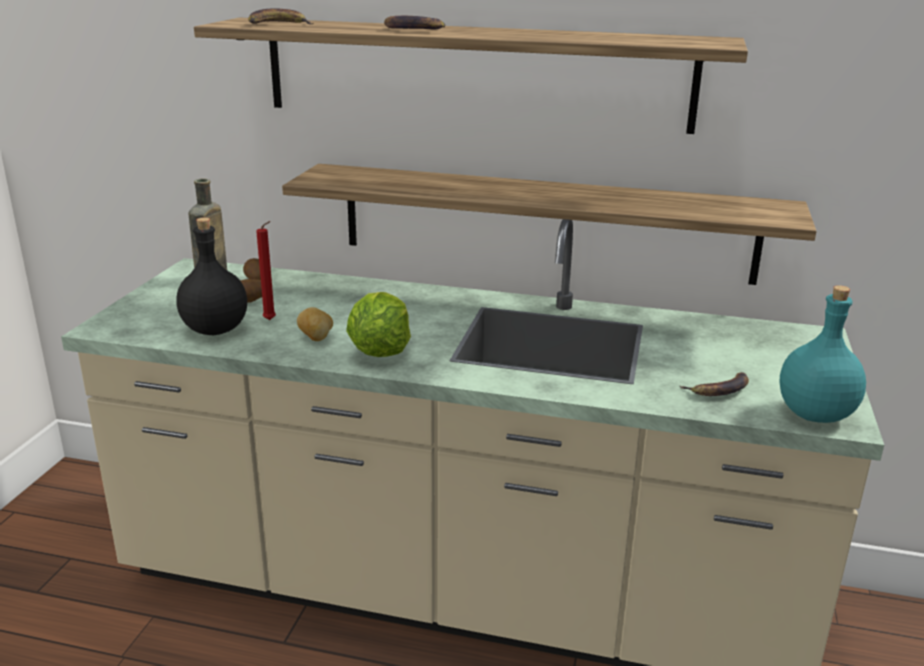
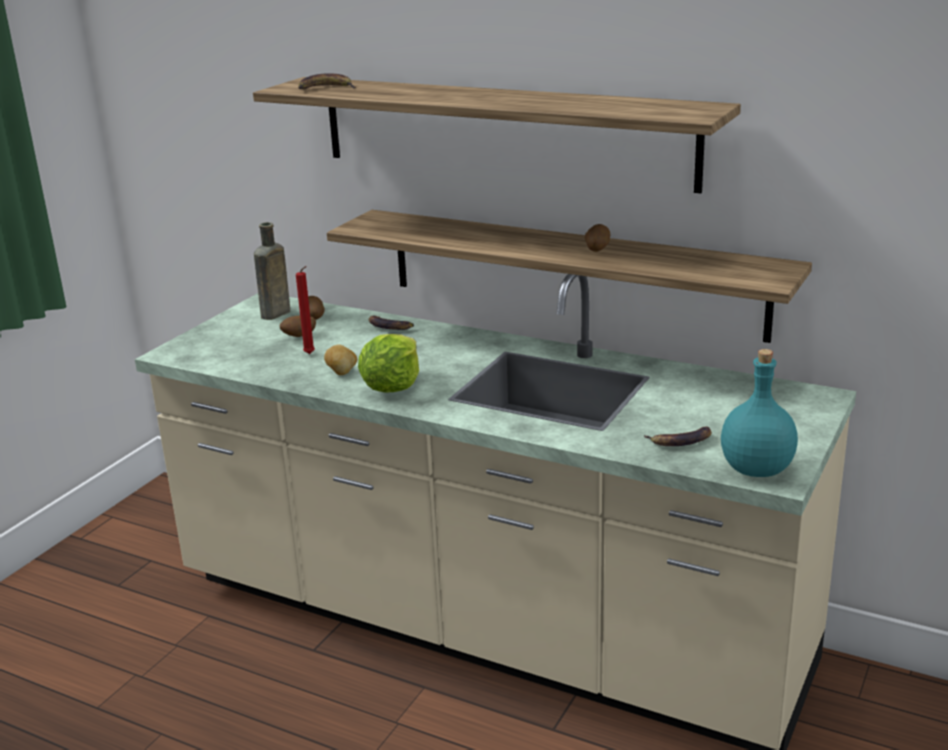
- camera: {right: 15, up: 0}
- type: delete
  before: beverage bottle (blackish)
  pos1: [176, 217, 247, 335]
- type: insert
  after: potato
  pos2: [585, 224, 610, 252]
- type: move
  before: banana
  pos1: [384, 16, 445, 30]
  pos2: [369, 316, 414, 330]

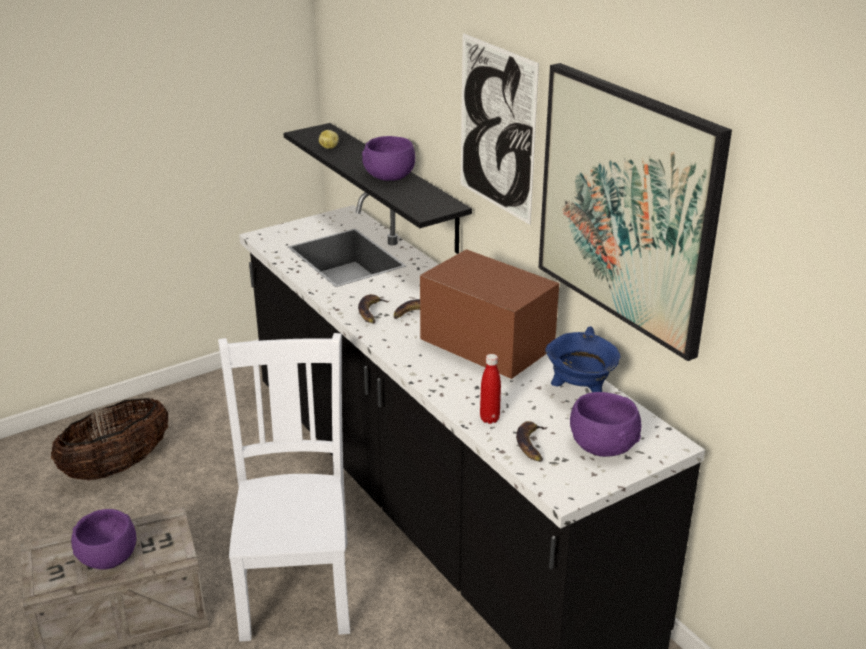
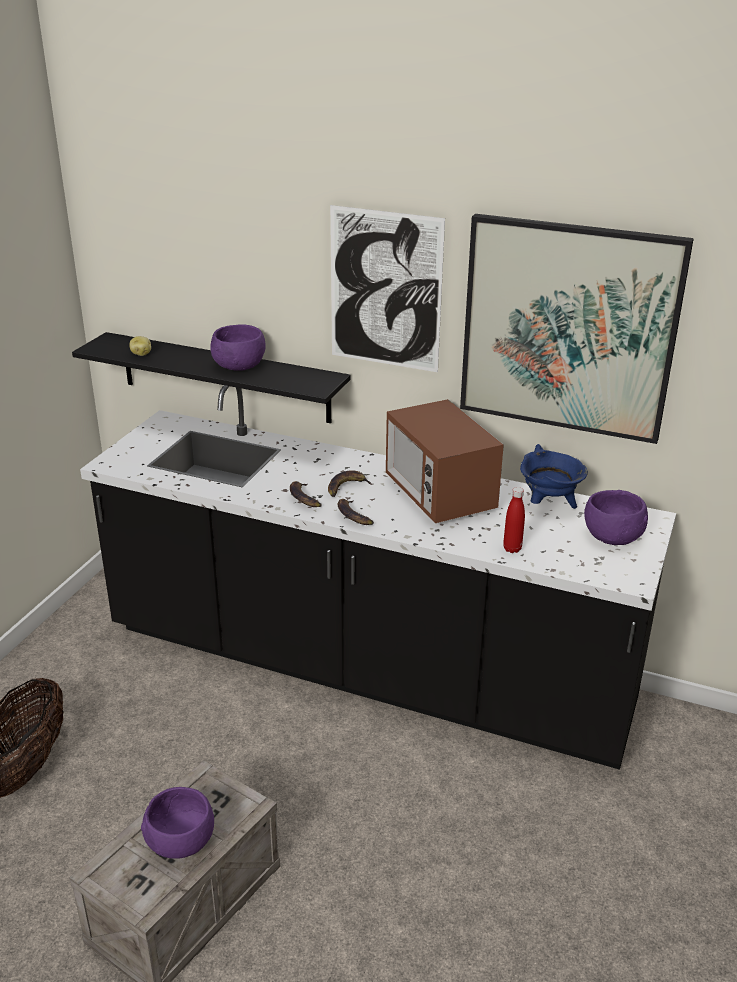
- camera: {right: -35, up: 0}
- type: delete
  before: chair (white)
  pos1: [218, 333, 350, 641]
- type: move
  before: banana
  pos1: [516, 421, 547, 462]
  pos2: [338, 499, 374, 525]
- type: rotate
  before: microwave oven
  pos1: [420, 249, 559, 379]
  pos2: [386, 399, 504, 523]
  turn: -120

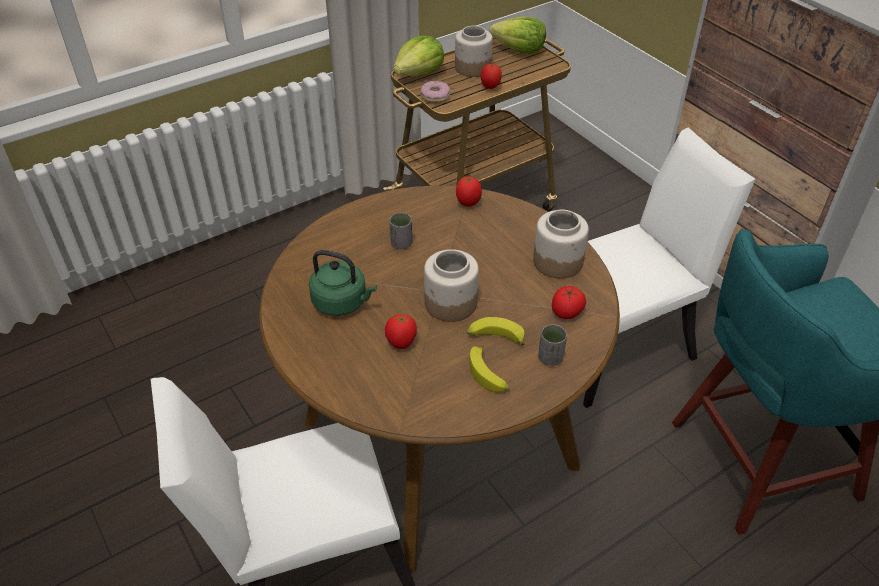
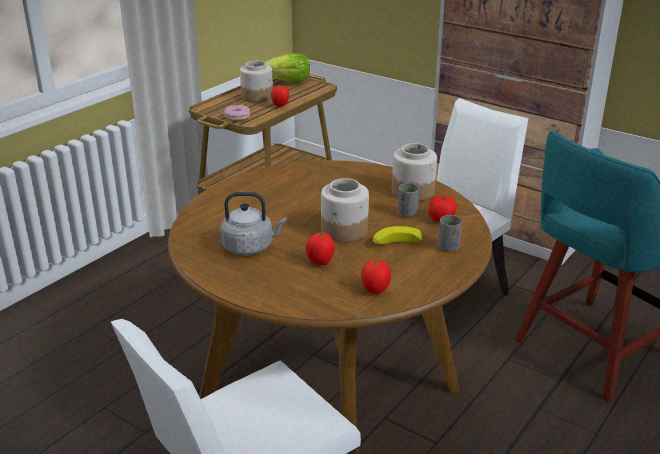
- camera: {right: -20, up: -15}
- type: delete
  before: head of lettuce
  pos1: [394, 36, 444, 76]
- type: delete
  before: banana
  pos1: [470, 346, 509, 392]
- type: move
  before: drinking cup (grey)
  pos1: [389, 213, 413, 249]
  pos2: [398, 183, 419, 217]
- type: move
  before: fresh tomato
  pos1: [456, 176, 482, 207]
  pos2: [361, 259, 391, 294]
- type: recolor
  before: kettle (green)
  after: kettle (grey)
  pos1: [309, 250, 377, 316]
  pos2: [220, 192, 287, 256]

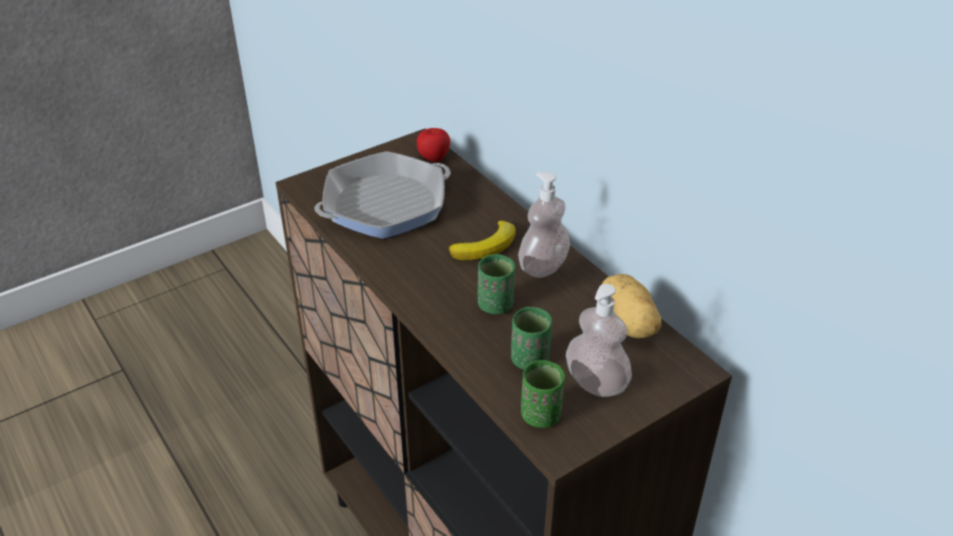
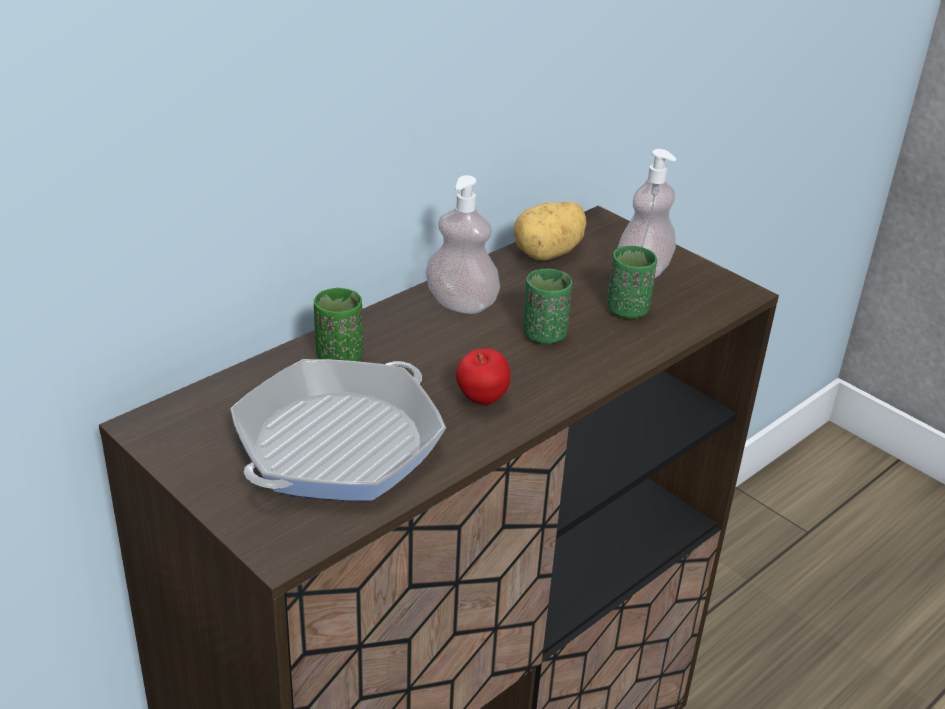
- camera: {right: -100, up: -5}
- type: delete
  before: banana
  pos1: [449, 221, 516, 260]
- type: move
  before: apple
  pos1: [417, 128, 450, 162]
  pos2: [456, 348, 511, 405]
- type: move
  before: drinking cup (green)
  pos1: [521, 360, 565, 428]
  pos2: [314, 288, 363, 361]
- type: rotate
  before: frying pan
  pos1: [314, 151, 451, 239]
  pos2: [230, 359, 446, 501]
  turn: 75

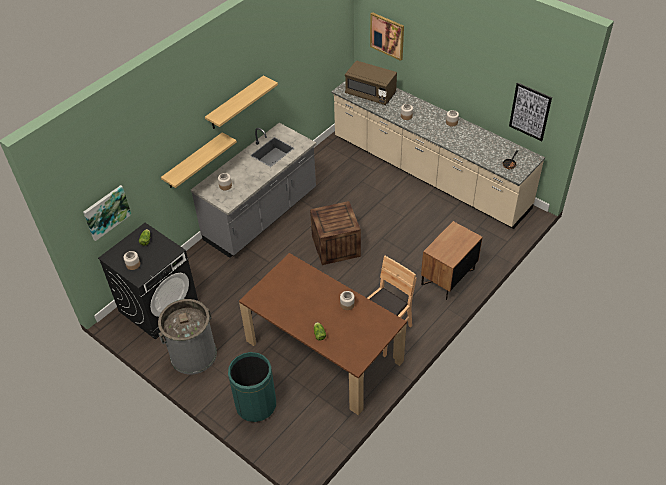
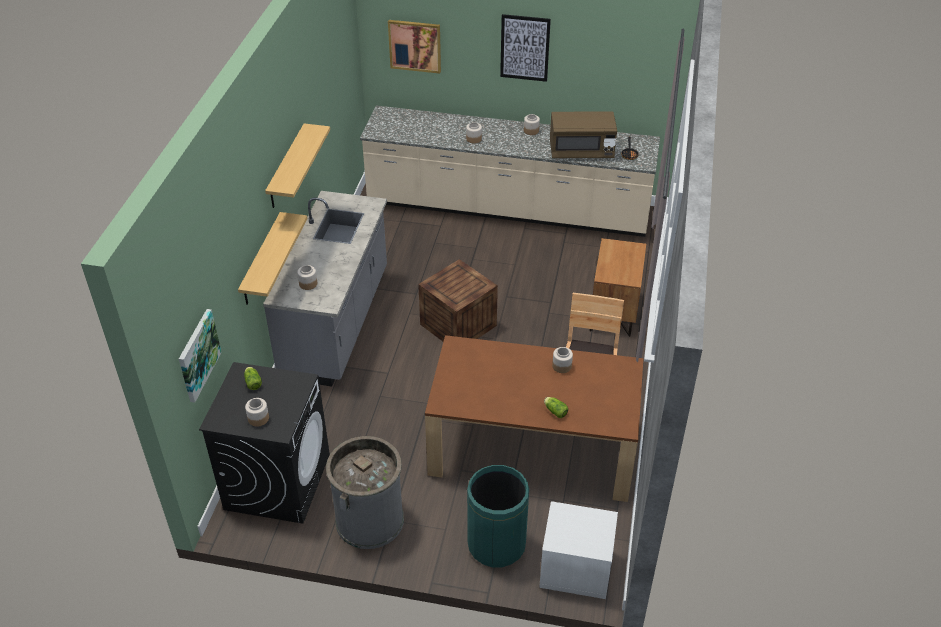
- camera: {right: -30, up: -5}
- type: insert
  after: nightstand (white)
  pos2: [539, 501, 618, 599]
- type: move
  before: microwave oven (brownish)
  pos1: [345, 61, 397, 105]
  pos2: [550, 111, 617, 158]
- type: move
  before: wall picture
  pos1: [509, 82, 552, 141]
  pos2: [500, 14, 551, 82]

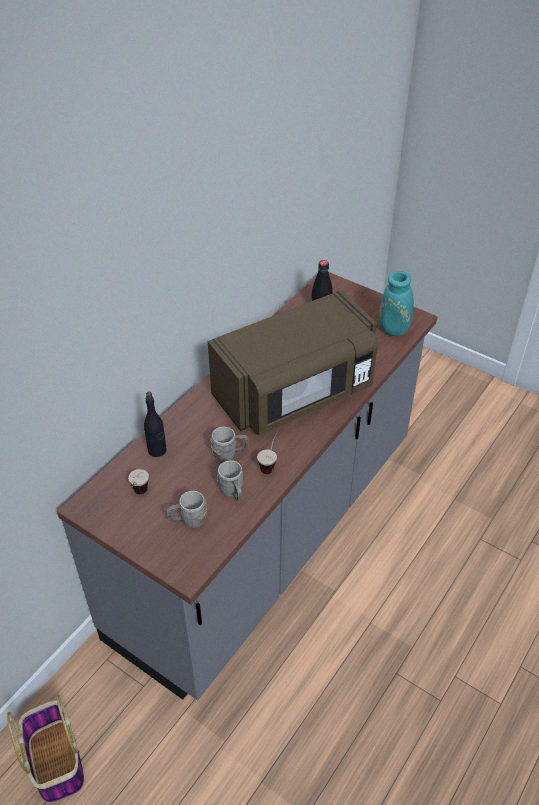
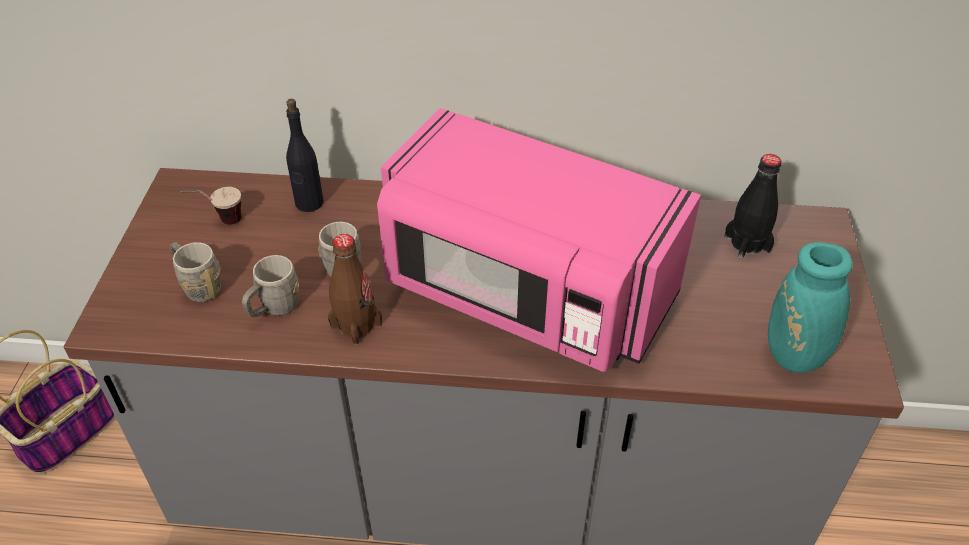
- camera: {right: 60, up: 0}
- type: replace
  before: drinking cup
  after: beverage bottle (brownish)
  pos1: [257, 430, 279, 474]
  pos2: [328, 234, 382, 345]
- type: recolor
  before: microwave oven (brownish)
  after: microwave oven (pinkish)
  pos1: [208, 290, 378, 435]
  pos2: [377, 108, 701, 372]

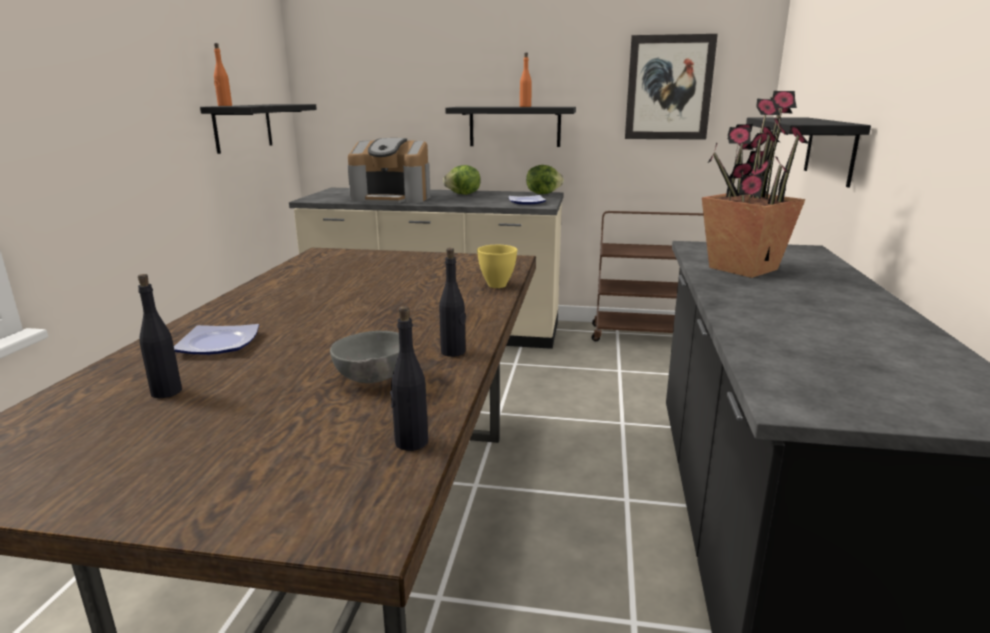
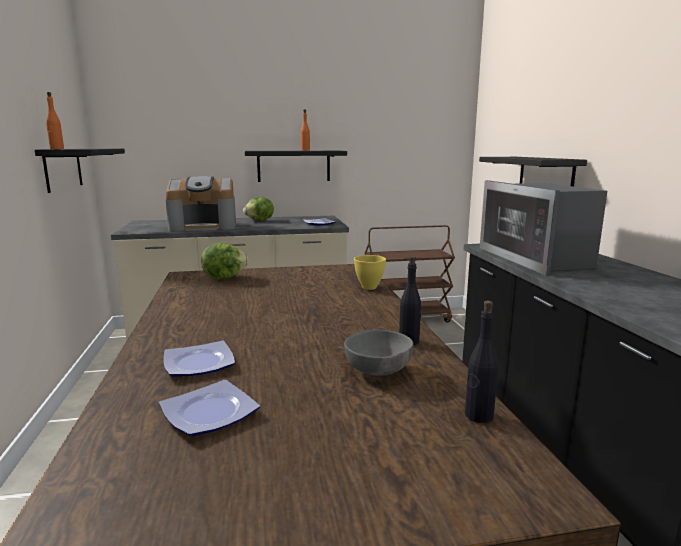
- camera: {right: -20, up: -5}
- type: delete
  before: wall picture
  pos1: [625, 34, 718, 140]
- type: move
  before: head of lettuce
  pos1: [526, 165, 564, 194]
  pos2: [201, 243, 249, 279]
- type: replace
  before: beverage bottle (blackish)
  after: flat dish
  pos1: [138, 274, 182, 398]
  pos2: [159, 380, 260, 436]
- type: replace
  before: plant in a pot
  after: microwave oven
  pos1: [702, 91, 809, 278]
  pos2: [480, 180, 607, 276]

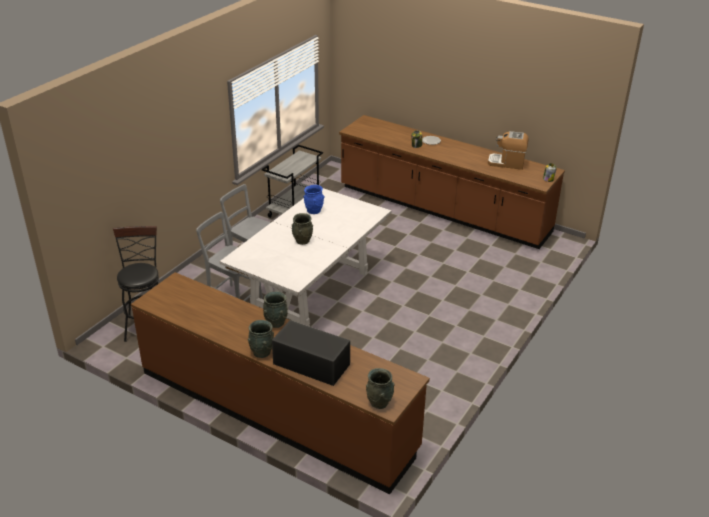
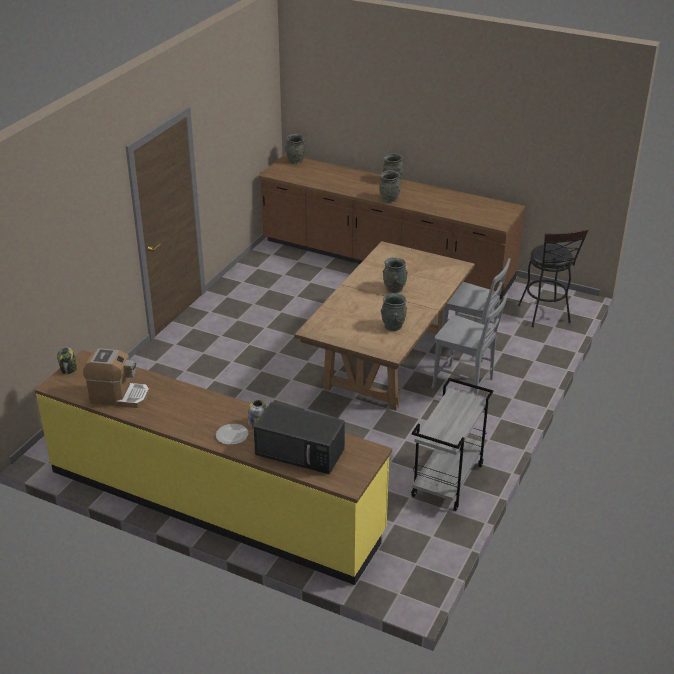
- camera: {right: 175, up: 0}
- type: move
  before: microwave oven (blackish)
  pos1: [272, 320, 350, 386]
  pos2: [254, 402, 345, 474]
- type: recolor
  before: dining table (white)
  after: dining table (brownish)
  pos1: [220, 188, 391, 327]
  pos2: [294, 241, 475, 410]
- type: recolor
  before: flower vase (blue)
  after: flower vase (grey)
  pos1: [304, 185, 325, 214]
  pos2: [381, 293, 407, 331]
- type: recolor
  before: counter (brownish)
  after: counter (yellowish)
  pos1: [339, 115, 565, 249]
  pos2: [35, 350, 392, 585]

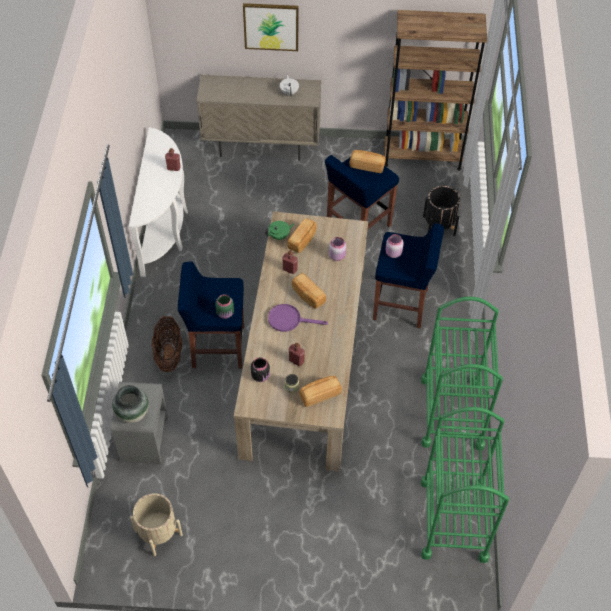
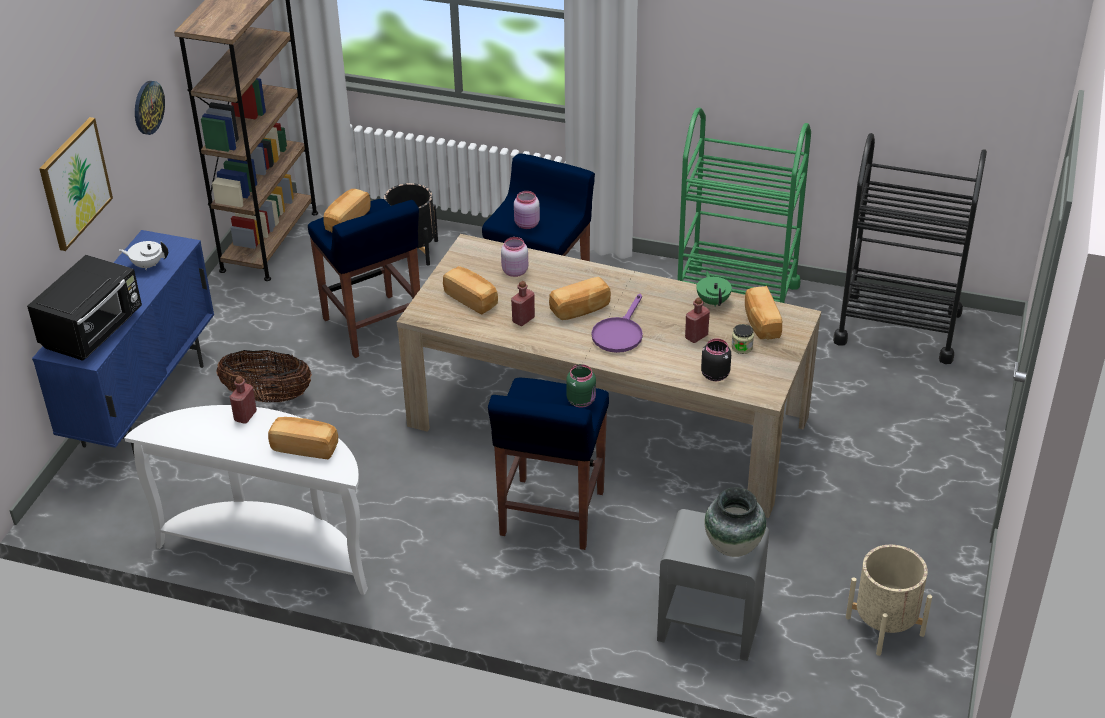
- camera: {right: -75, up: -15}
- type: insert
  after: microwave oven (blackish)
  pos2: [27, 255, 142, 361]
- type: insert
  after: hanging clock
  pos2: [135, 81, 165, 135]
- type: insert
  after: bread
  pos2: [268, 417, 338, 459]
- type: move
  before: household basket
  pos1: [152, 316, 182, 372]
  pos2: [216, 350, 312, 402]
- type: move
  before: tea pot (green)
  pos1: [265, 221, 294, 240]
  pos2: [696, 271, 732, 307]
- type: recolor
  before: cupboard (beige-coloured)
  after: cupboard (blue)
  pos1: [197, 75, 321, 161]
  pos2: [32, 230, 214, 454]
- type: recolor
  before: cart (green)
  after: cart (blackish)
  pos1: [420, 407, 509, 563]
  pos2: [833, 133, 987, 364]

